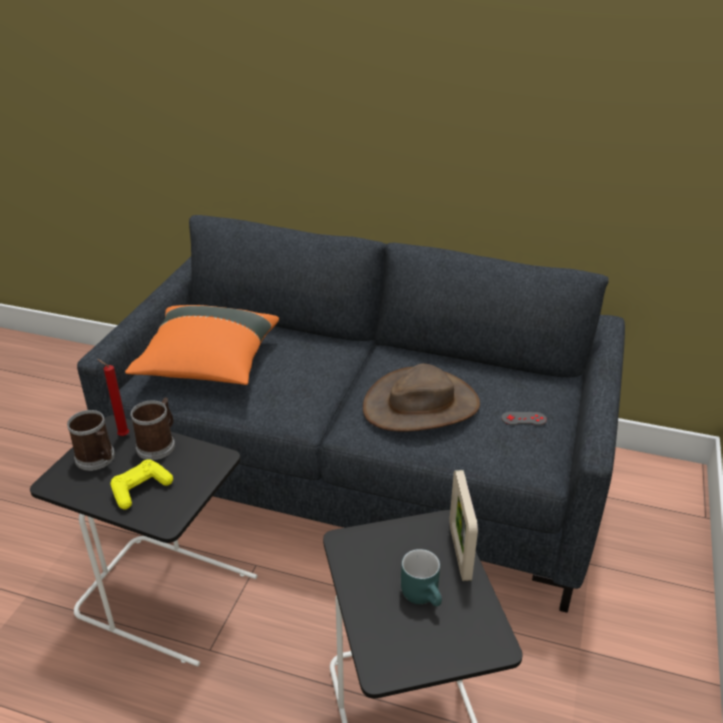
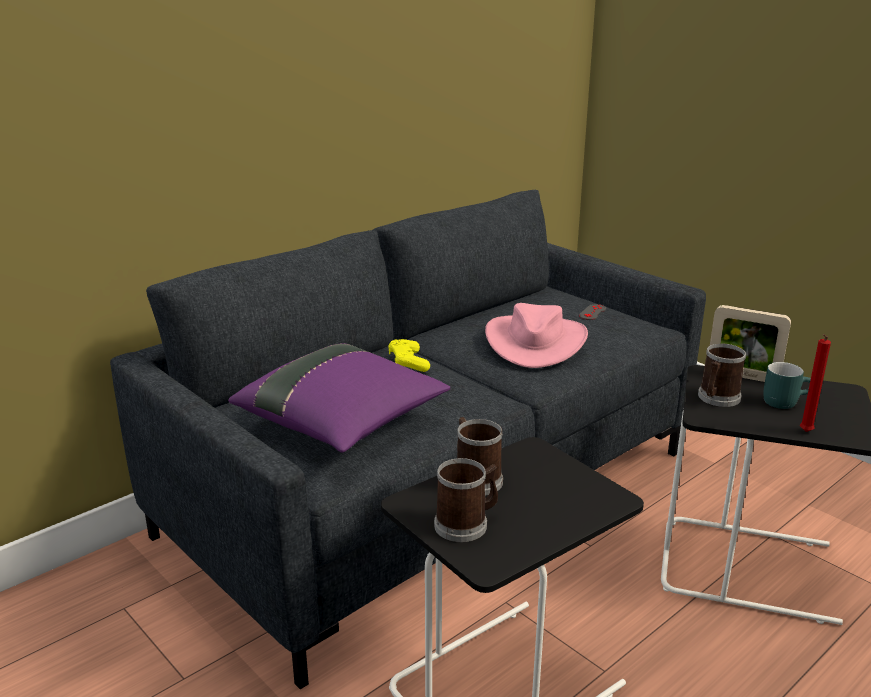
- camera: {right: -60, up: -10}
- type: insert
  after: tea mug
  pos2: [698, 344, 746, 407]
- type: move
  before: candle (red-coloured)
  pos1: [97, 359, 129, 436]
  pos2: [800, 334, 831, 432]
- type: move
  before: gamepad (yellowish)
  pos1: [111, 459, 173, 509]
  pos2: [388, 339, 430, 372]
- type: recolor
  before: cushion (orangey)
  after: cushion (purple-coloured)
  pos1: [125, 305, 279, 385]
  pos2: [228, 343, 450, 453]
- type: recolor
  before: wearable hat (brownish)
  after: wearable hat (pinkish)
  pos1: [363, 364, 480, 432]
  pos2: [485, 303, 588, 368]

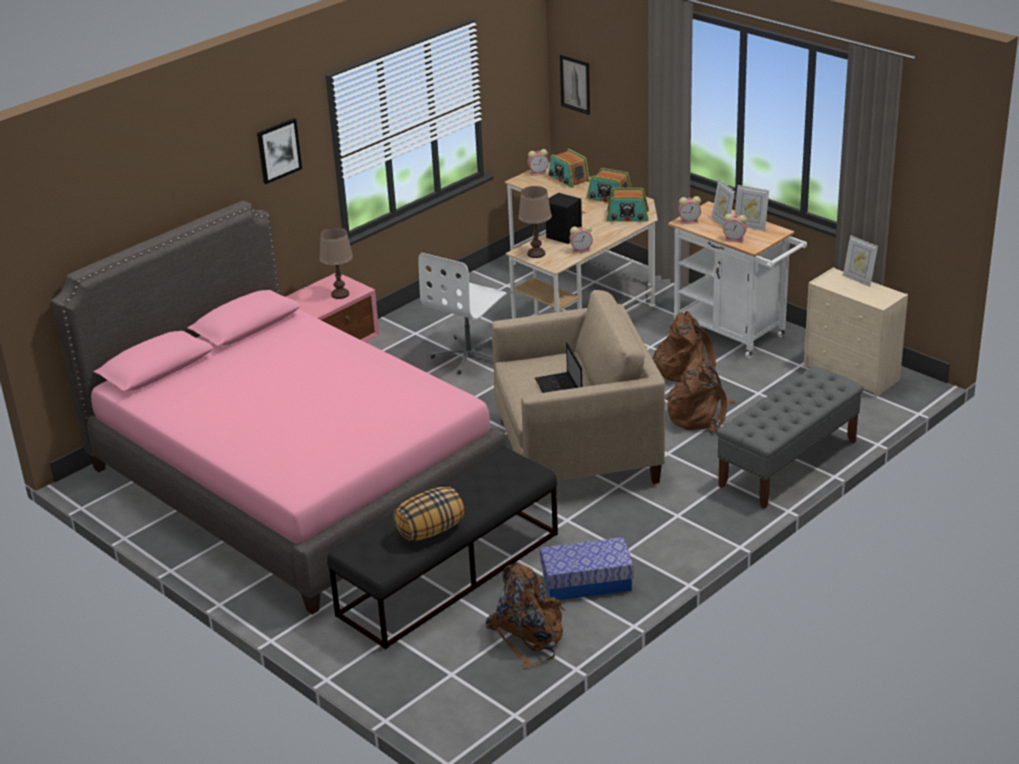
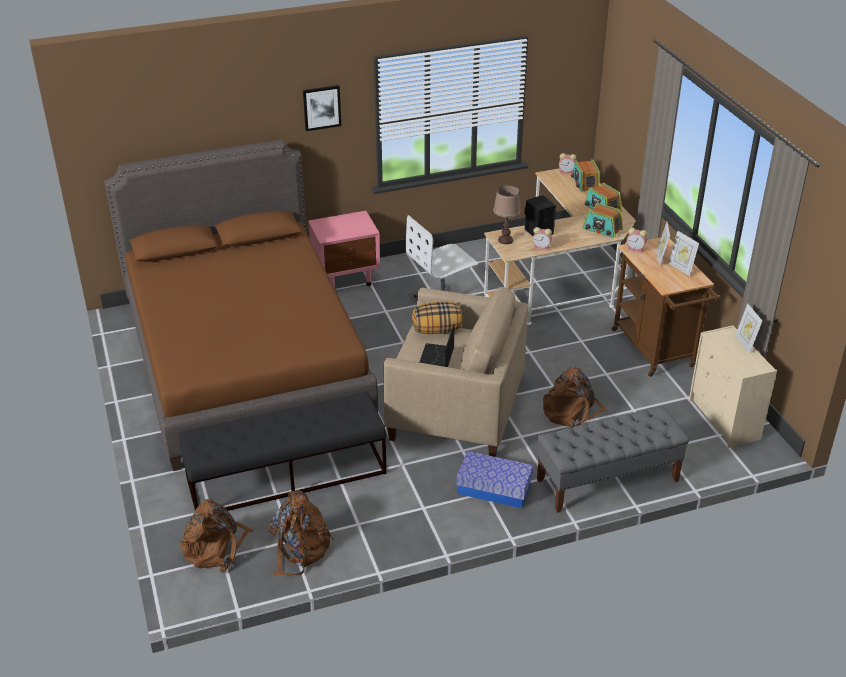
- camera: {right: 25, up: 5}
- type: delete
  before: lamp for a table (brownish)
  pos1: [319, 227, 353, 299]
- type: delete
  before: wall picture
  pos1: [560, 55, 590, 115]
- type: delete
  before: alarm clock
  pos1: [723, 214, 747, 243]
- type: move
  before: cushion
  pos1: [394, 487, 465, 541]
  pos2: [412, 302, 463, 334]
- type: move
  before: storage container
  pos1: [540, 537, 634, 600]
  pos2: [456, 451, 534, 508]
- type: move
  before: knapsack (brownish)
  pos1: [653, 311, 716, 382]
  pos2: [180, 499, 254, 573]
- type: recolor
  before: sleeping bed (pinkish)
  after: sleeping bed (brownish)
  pos1: [51, 200, 507, 615]
  pos2: [104, 140, 378, 471]
- type: recolor
  before: cart (white)
  after: cart (brownish)
  pos1: [668, 201, 807, 358]
  pos2: [612, 237, 720, 377]

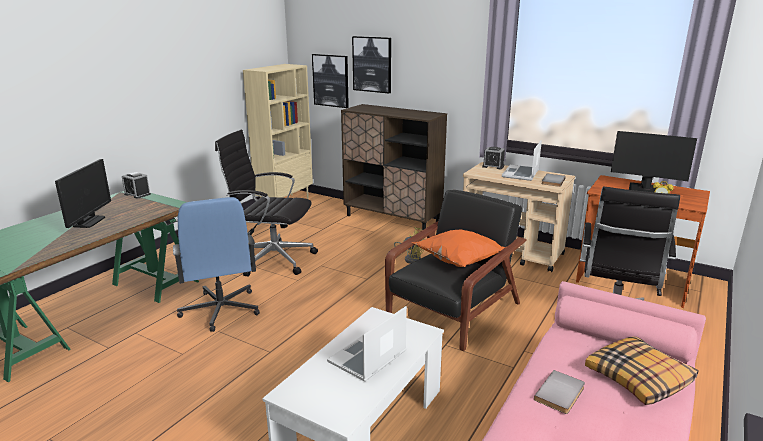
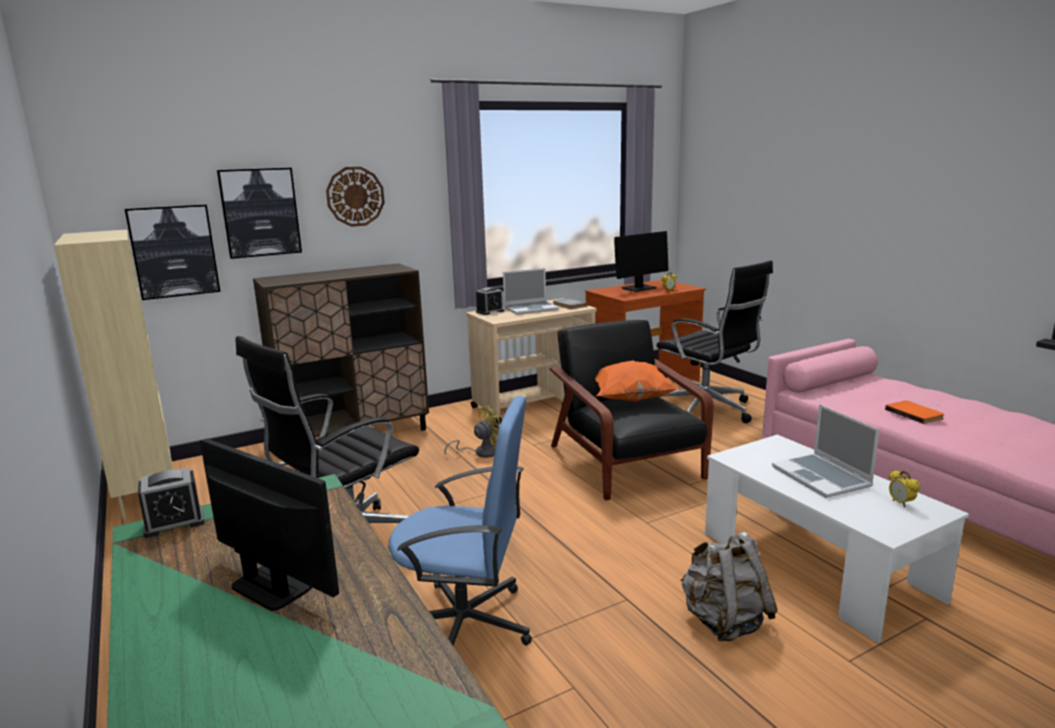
- camera: {right: -60, up: -5}
- type: delete
  before: cushion
  pos1: [585, 336, 699, 405]
- type: insert
  after: hanging clock
  pos2: [326, 167, 385, 227]
- type: insert
  after: knapsack (grey)
  pos2: [681, 531, 777, 642]
- type: insert
  after: alarm clock
  pos2: [889, 470, 920, 507]
- type: recolor
  before: bound book (grey)
  after: bound book (orangey)
  pos1: [534, 370, 585, 414]
  pos2: [885, 401, 944, 424]
- type: rotate
  before: portable computer
  pos1: [502, 140, 542, 181]
  pos2: [503, 268, 559, 315]
  turn: -75

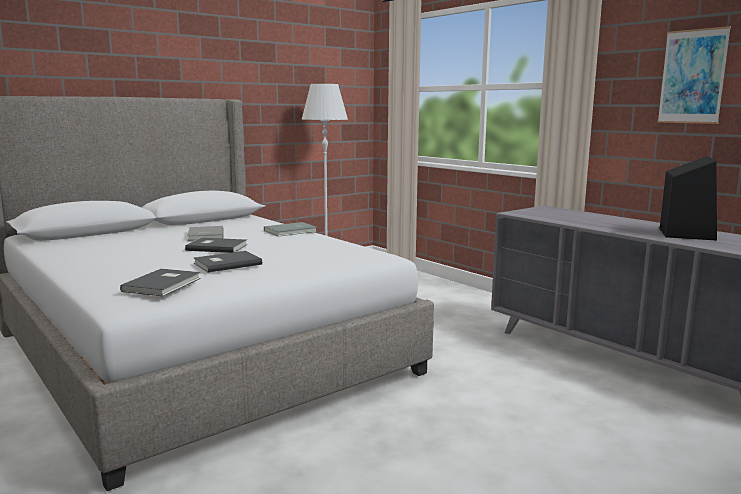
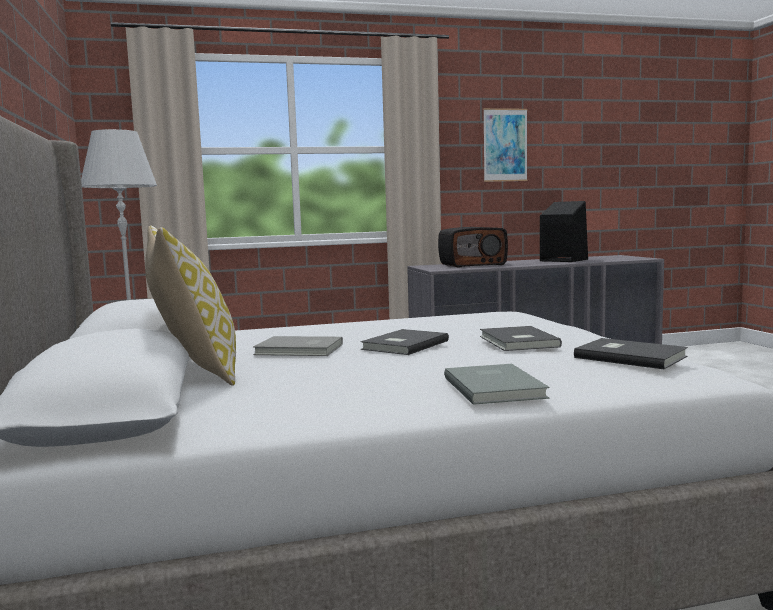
- camera: {right: -65, up: -5}
- type: insert
  after: cushion
  pos2: [145, 226, 236, 386]
- type: insert
  after: radio
  pos2: [438, 227, 508, 267]
- type: move
  before: bound book (grey)
  pos1: [264, 222, 317, 237]
  pos2: [444, 364, 549, 405]

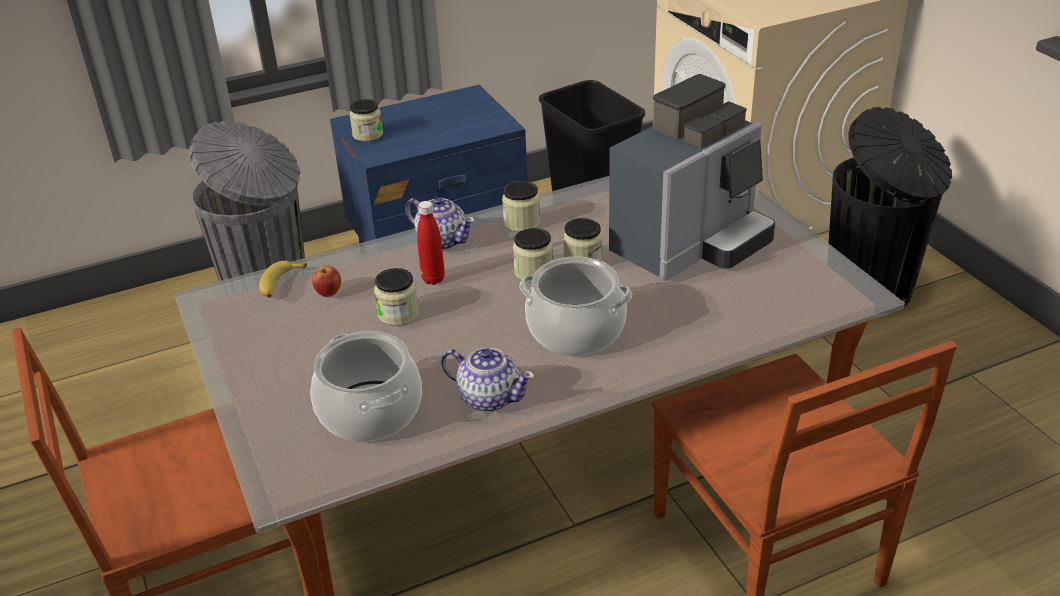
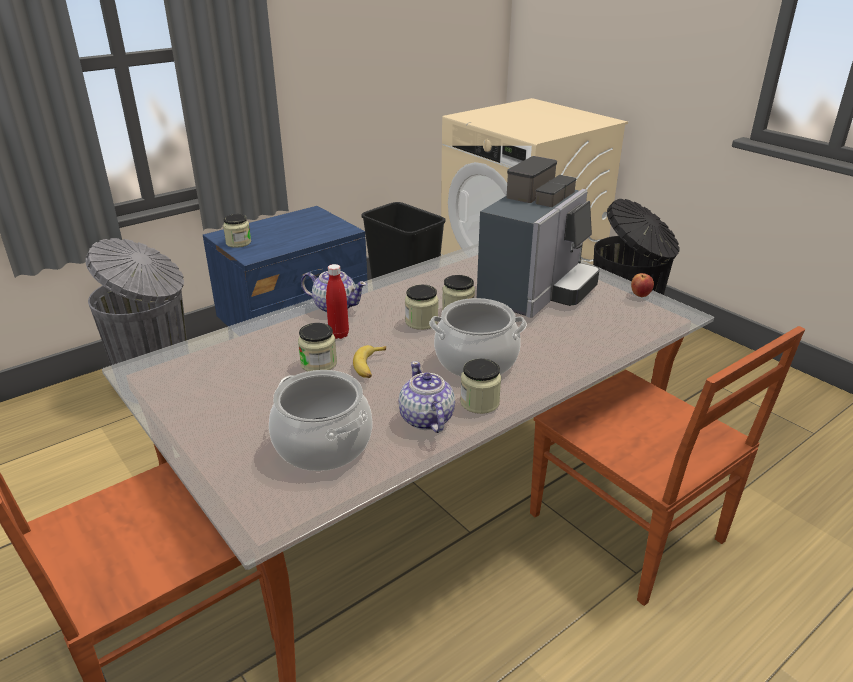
- camera: {right: -15, up: -5}
- type: move
  before: banana
  pos1: [259, 261, 307, 298]
  pos2: [353, 345, 386, 378]
- type: move
  before: apple
  pos1: [312, 266, 341, 297]
  pos2: [631, 273, 654, 297]
- type: move
  before: storage jar
  pos1: [502, 181, 540, 232]
  pos2: [460, 359, 501, 414]
- type: rotate
  before: tea pot
  pos1: [441, 348, 535, 412]
  pos2: [399, 361, 455, 433]
  turn: -120

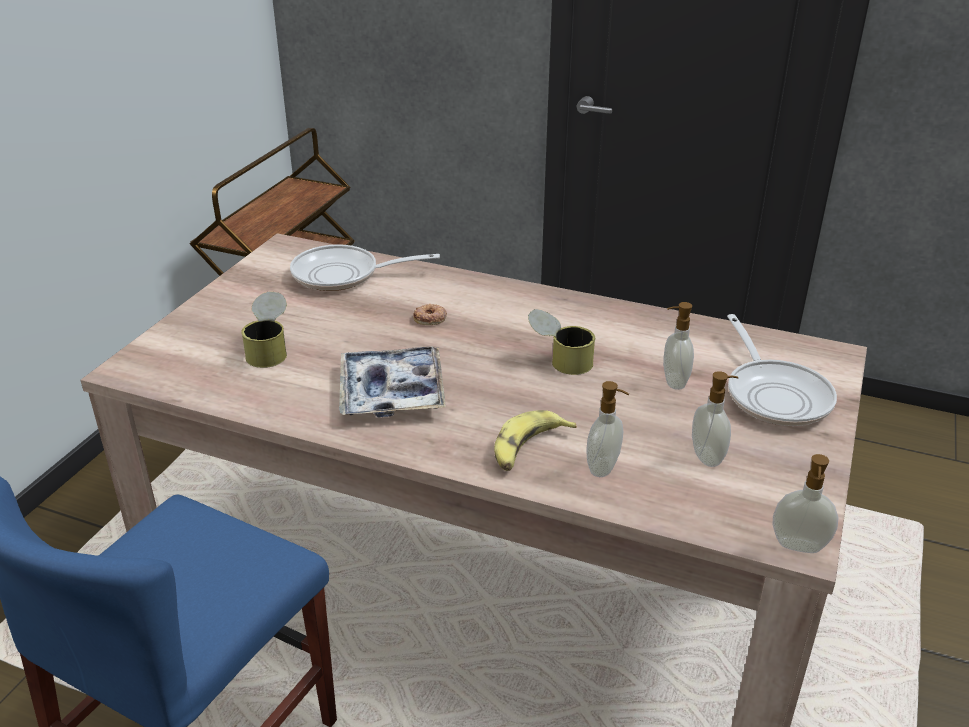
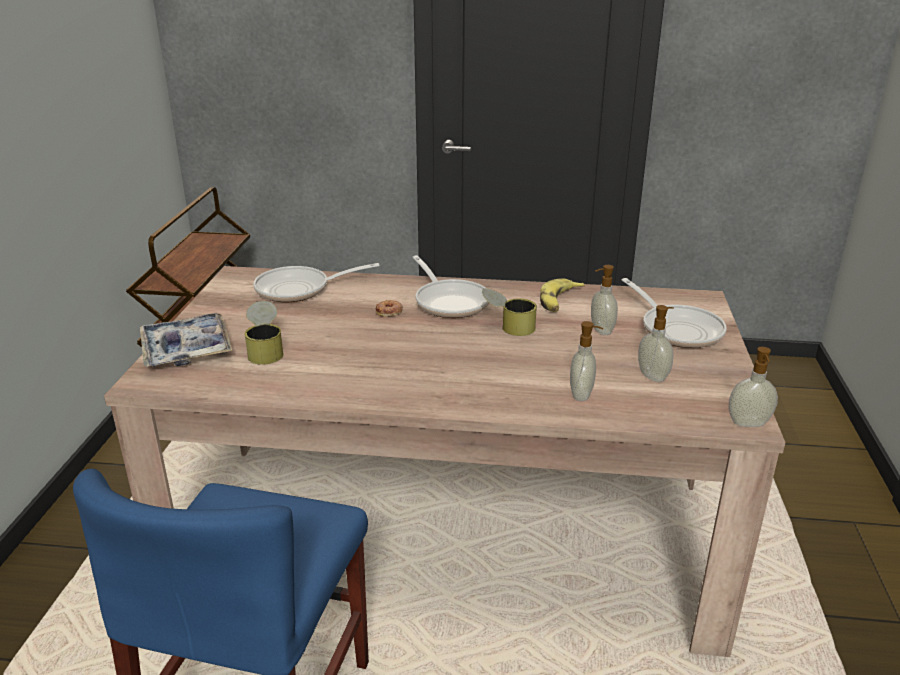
- camera: {right: -15, up: -5}
- type: insert
  after: frying pan
  pos2: [412, 255, 489, 318]
- type: move
  before: serving tray
  pos1: [339, 346, 446, 418]
  pos2: [140, 313, 232, 367]
- type: move
  before: banana
  pos1: [494, 410, 577, 471]
  pos2: [540, 278, 585, 312]

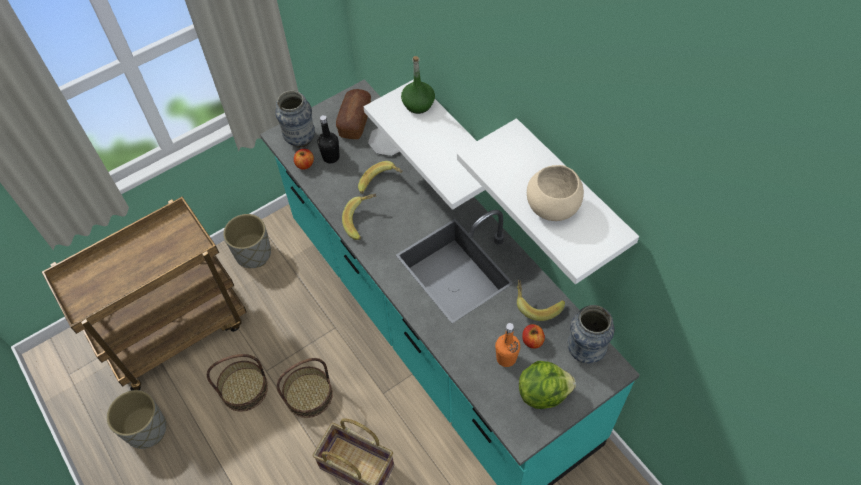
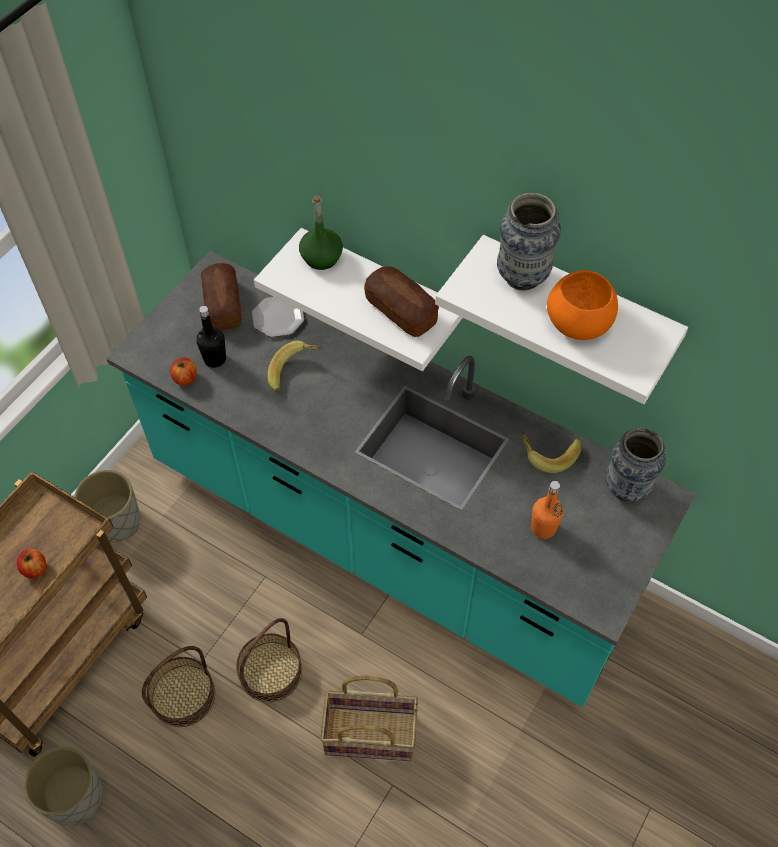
- camera: {right: -25, up: 0}
- type: delete
  before: banana
  pos1: [342, 194, 376, 240]
- type: delete
  before: head of lettuce
  pos1: [519, 361, 576, 409]
- type: insert
  after: bread
  pos2: [364, 266, 439, 337]
- type: move
  before: flower vase
  pos1: [275, 90, 315, 148]
  pos2: [497, 193, 561, 291]
- type: move
  before: apple
  pos1: [522, 324, 545, 349]
  pos2: [17, 549, 46, 578]
- type: recolor
  before: deep dish (beige-coloured)
  after: deep dish (orangey)
  pos1: [527, 165, 584, 221]
  pos2: [547, 270, 618, 340]

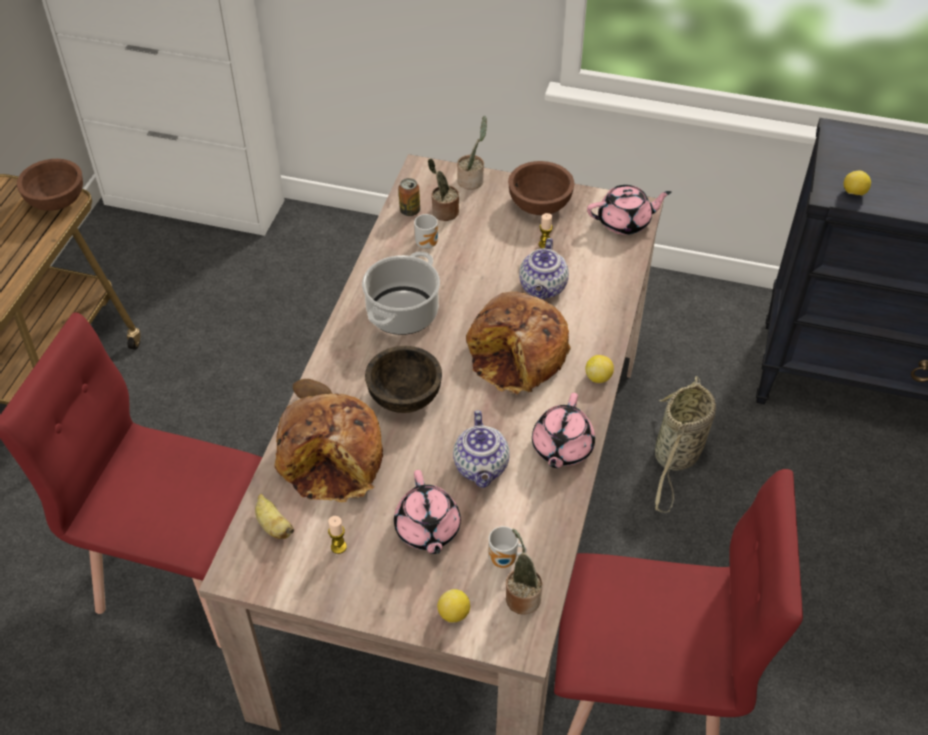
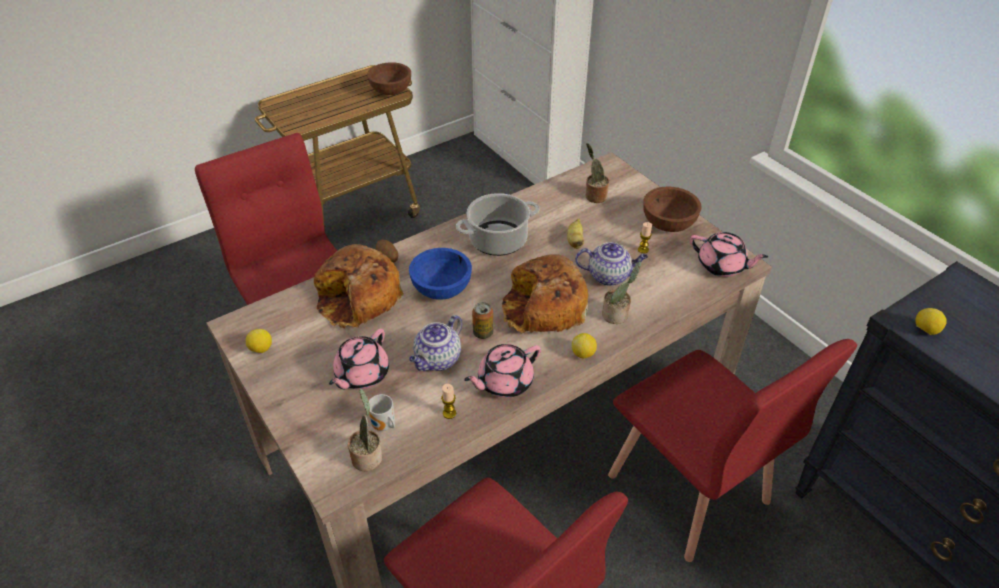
- camera: {right: 40, up: -5}
- type: delete
  before: tea mug
  pos1: [414, 214, 438, 249]
- type: move
  before: banana
  pos1: [255, 493, 294, 539]
  pos2: [567, 219, 584, 249]
- type: move
  before: candle
  pos1: [328, 516, 347, 554]
  pos2: [441, 384, 456, 419]
- type: move
  before: metal can
  pos1: [398, 178, 420, 216]
  pos2: [472, 302, 493, 339]
- type: move
  before: lemon
  pos1: [437, 589, 470, 623]
  pos2: [246, 329, 272, 353]
- type: move
  before: plant in a pot
  pos1: [457, 116, 487, 190]
  pos2: [602, 261, 641, 324]
- type: replace
  before: household basket
  after: chair (red-coloured)
  pos1: [655, 376, 716, 513]
  pos2: [608, 339, 857, 562]
- type: recolor
  before: deep dish (brownish)
  after: deep dish (blue)
  pos1: [365, 346, 442, 413]
  pos2: [409, 248, 472, 300]
- type: rotate
  before: tea pot
  pos1: [519, 238, 569, 300]
  pos2: [575, 242, 648, 286]
  turn: -135

